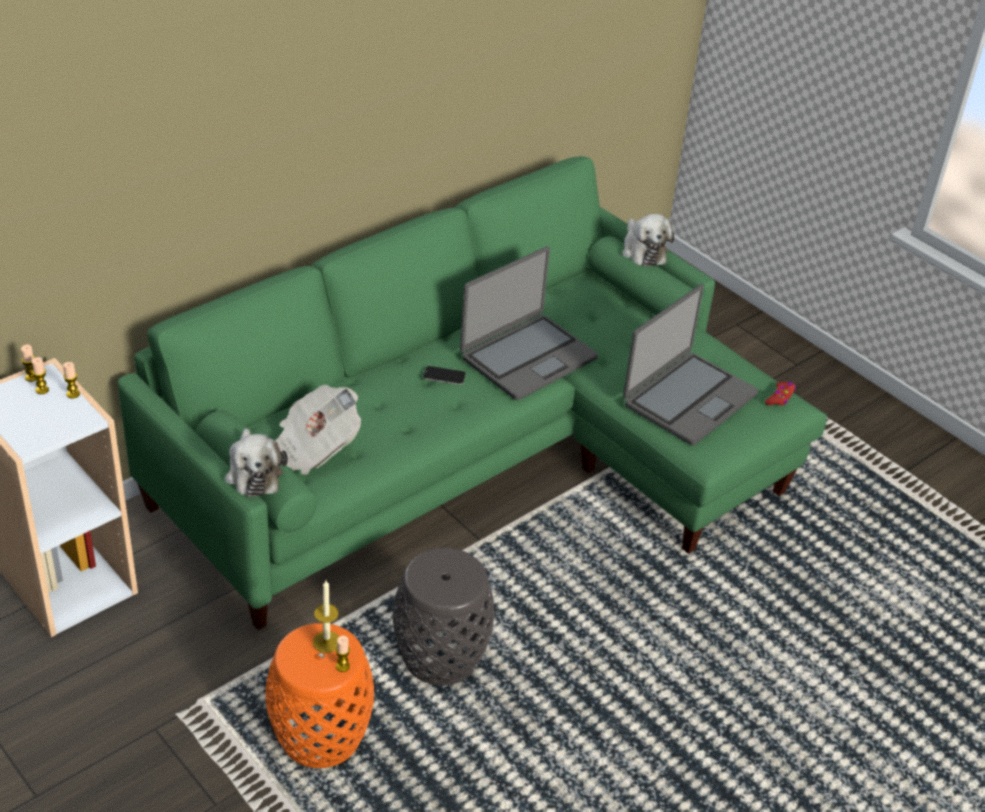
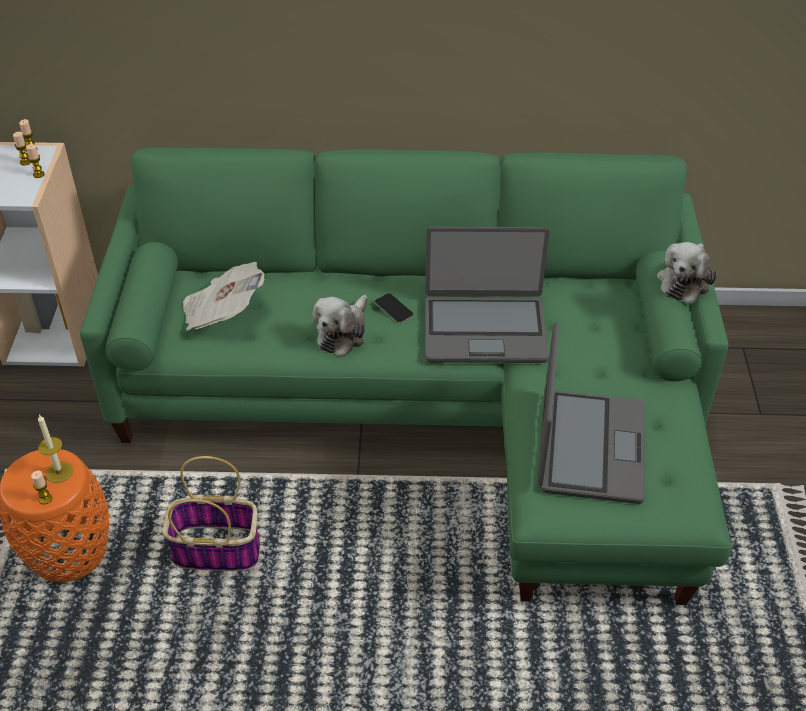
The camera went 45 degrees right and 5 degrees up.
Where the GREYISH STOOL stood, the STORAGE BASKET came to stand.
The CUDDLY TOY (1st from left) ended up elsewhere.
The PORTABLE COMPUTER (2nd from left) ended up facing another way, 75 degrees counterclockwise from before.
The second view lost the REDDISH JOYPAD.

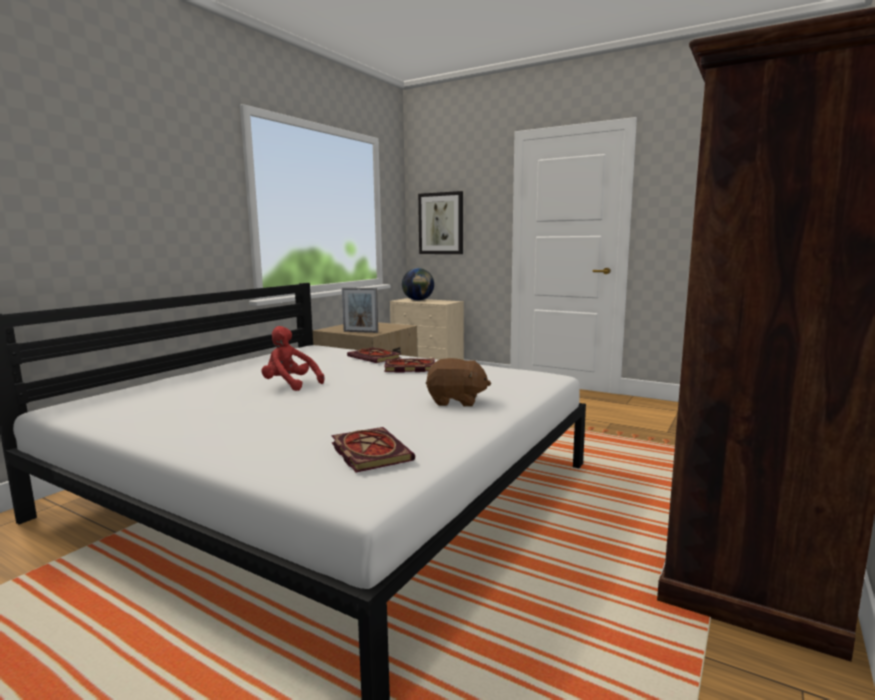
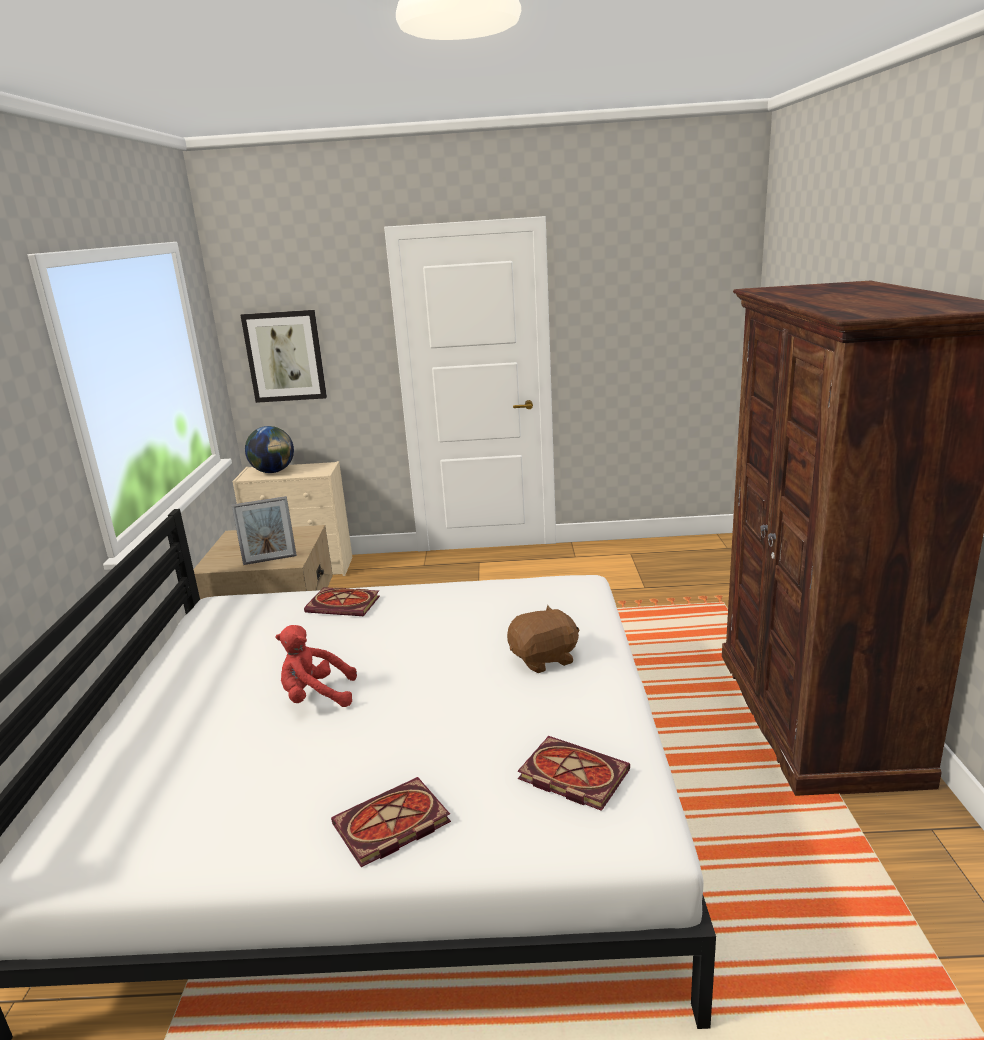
The camera went 30 degrees left and 10 degrees up.
The BOUND BOOK (3rd from left in the first image) ended up elsewhere.

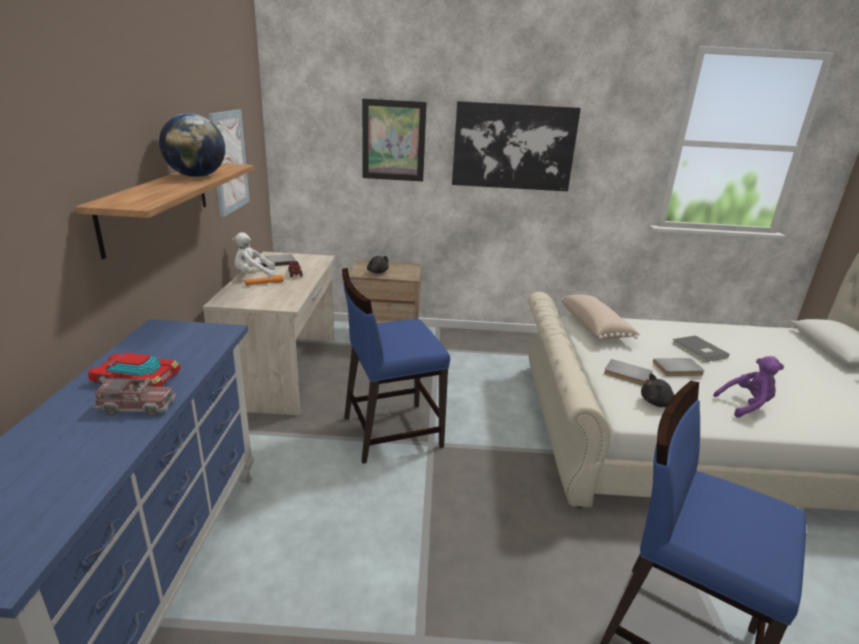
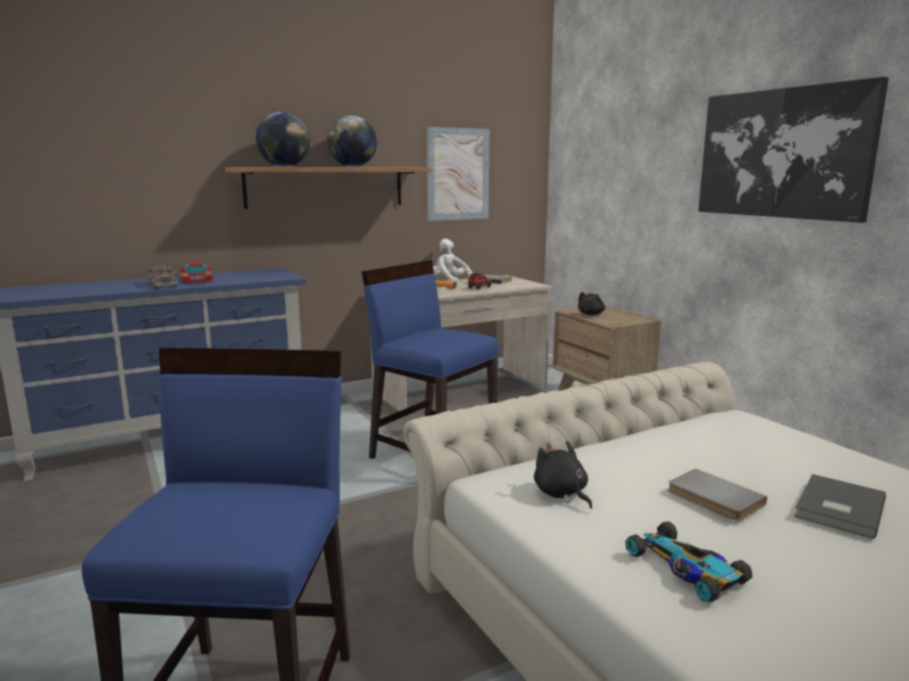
The camera went 60 degrees right and 10 degrees down.
The second view gained the GLOBE (1st from left).
Where the PURPLISH CUDDLY TOY stood, the MINIATURE CAR (2nd from left) came to stand.
The second view lost the WALL PICTURE (2nd from left).
The second view lost the BEIGE PILLOW.
The second view lost the GREYISH BOUND BOOK (2nd from left).

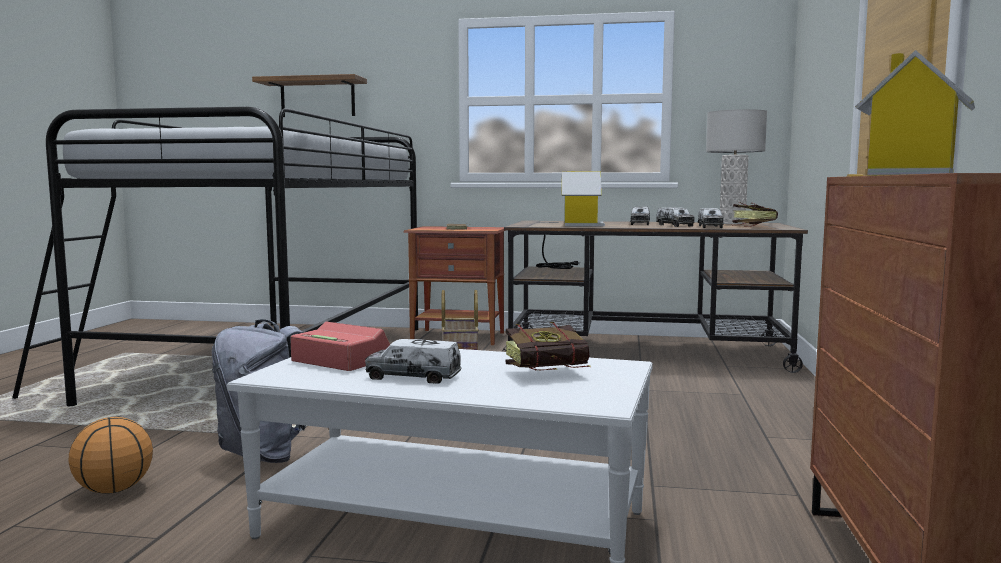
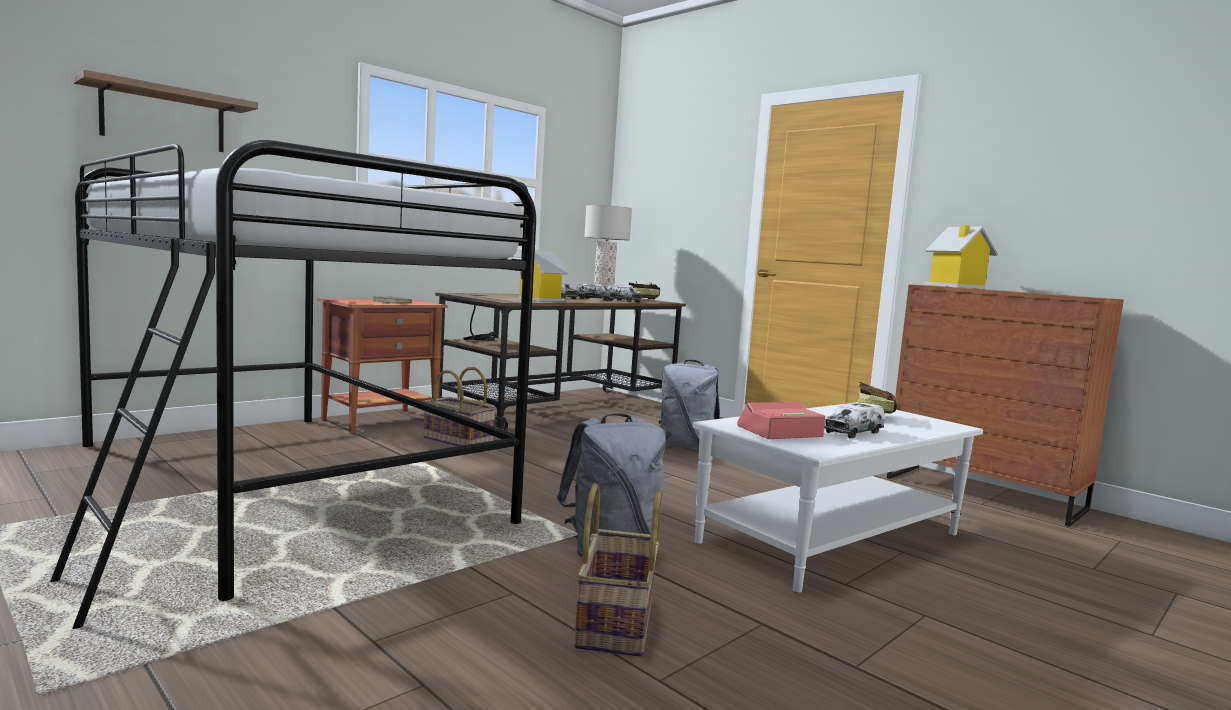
The camera went 55 degrees left and 0 degrees up.
Where the BASKETBALL BALL stood, the STORAGE BASKET (2nd from left) came to stand.
The second view gained the GREYISH BACKPACK (2nd from left).

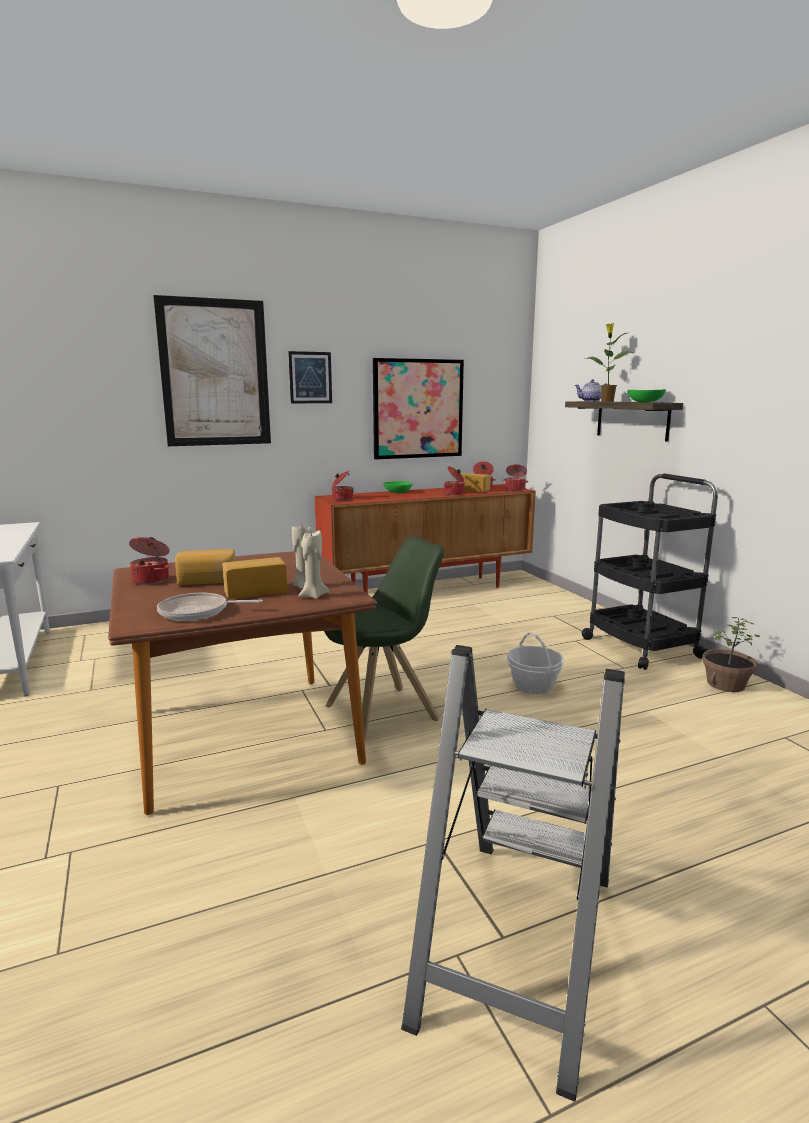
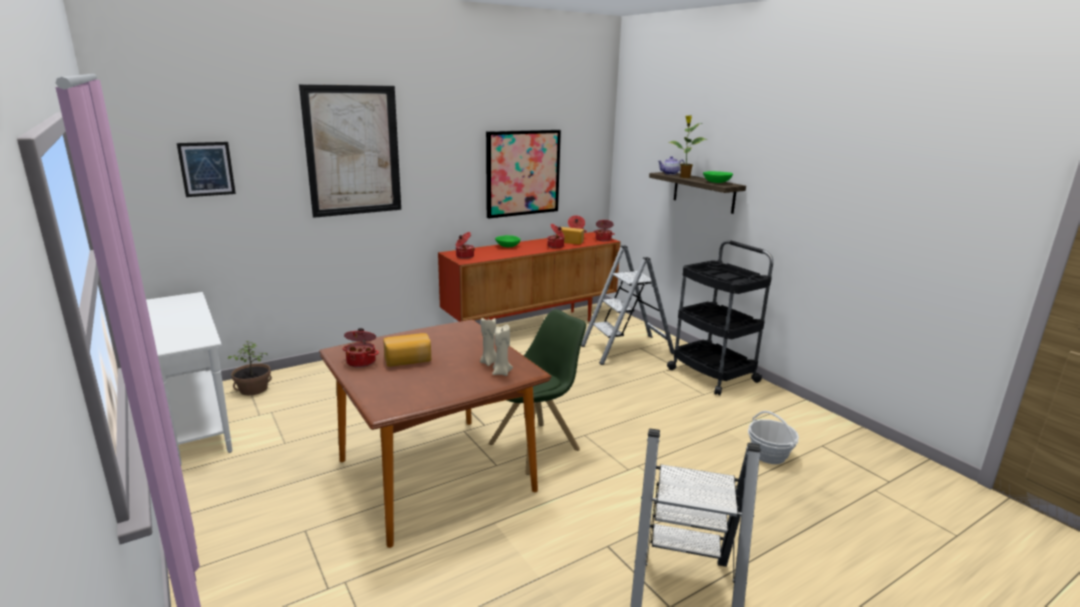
The camera went 10 degrees left and 5 degrees up.
The WALL PICTURE (2nd from left in the first image) ended up elsewhere.
The HOUSEPLANT (2nd from left in the first image) ended up elsewhere.
The second view gained the GREYISH STEPLADDER (1st from left).
The STORAGE BASKET ended up elsewhere.
The second view lost the SKILLET.
The second view lost the BREAD (2nd from left).

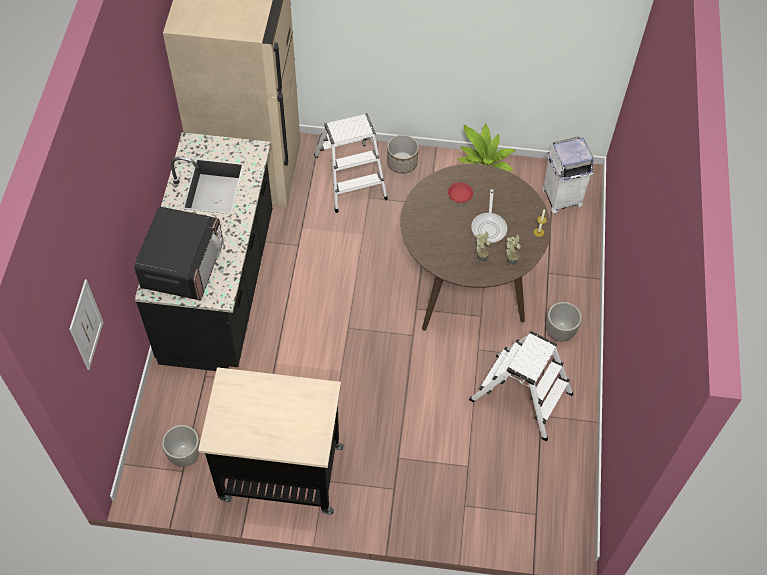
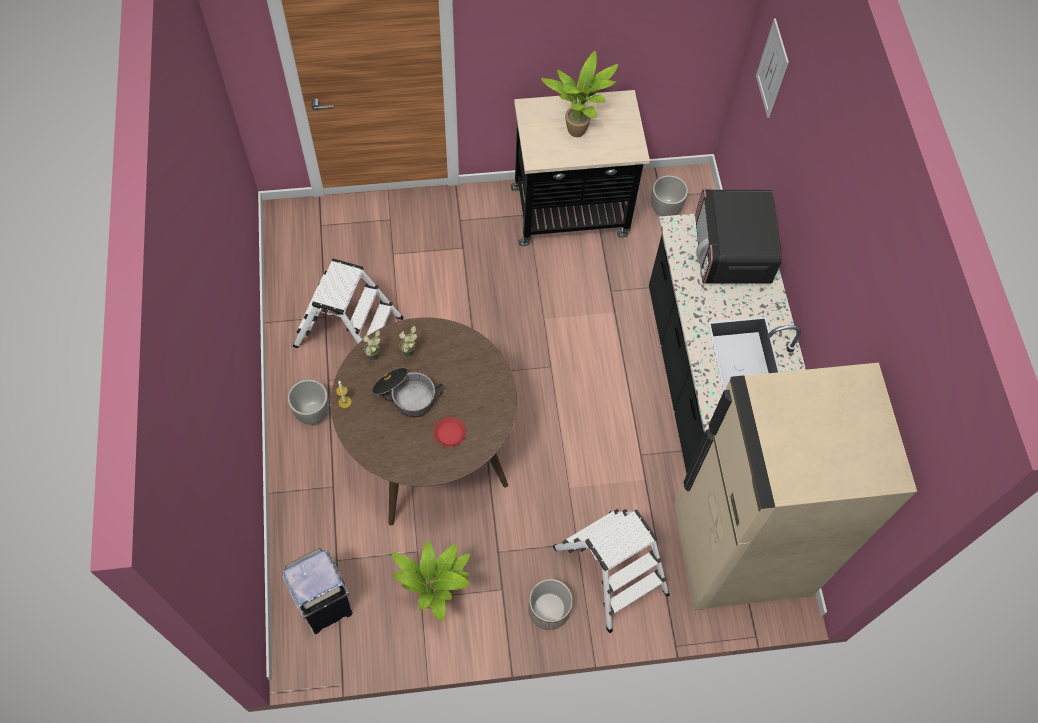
The camera went 165 degrees right and 5 degrees up.
Where the SKILLET stood, the COOKING POT came to stand.
The second view gained the HOUSEPLANT (4th from left).

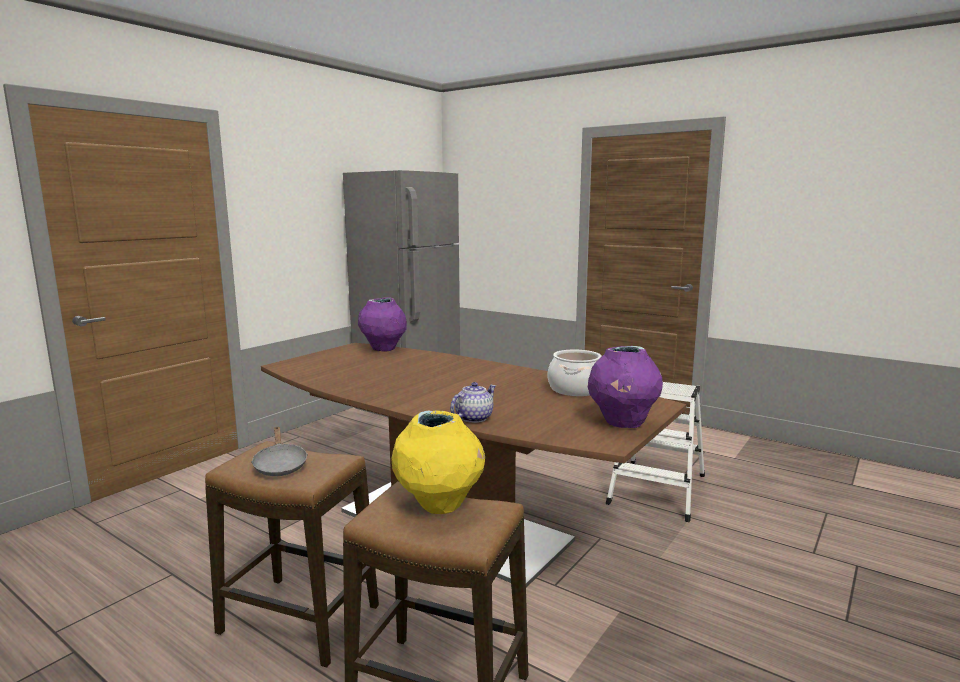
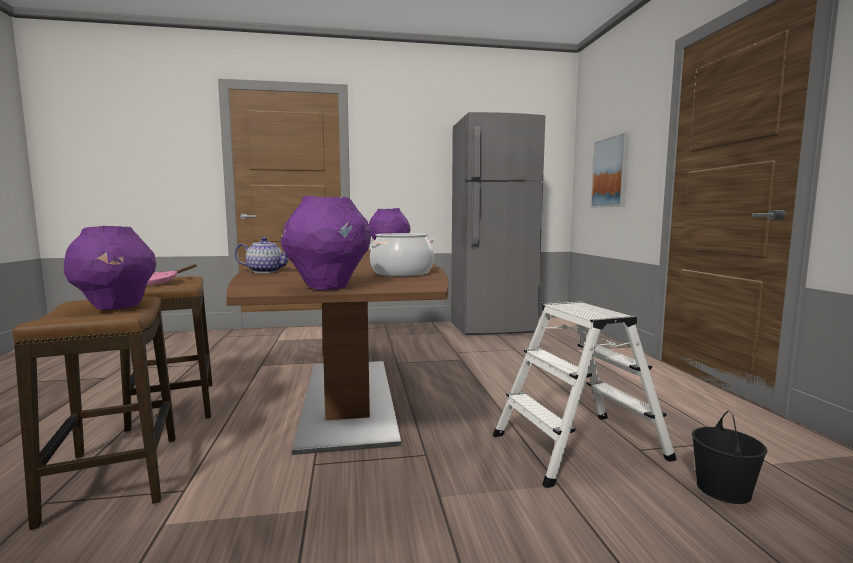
The camera went 45 degrees right and 5 degrees down.
What was the YELLOW-COLOURED FLOWER VASE turned into the PURPLISH FLOWER VASE (1st from left).
What was the GREYISH SKILLET turned into the PINKISH SKILLET.
The second view gained the WALL PICTURE.
The second view gained the BLACK-COLOURED PAIL.

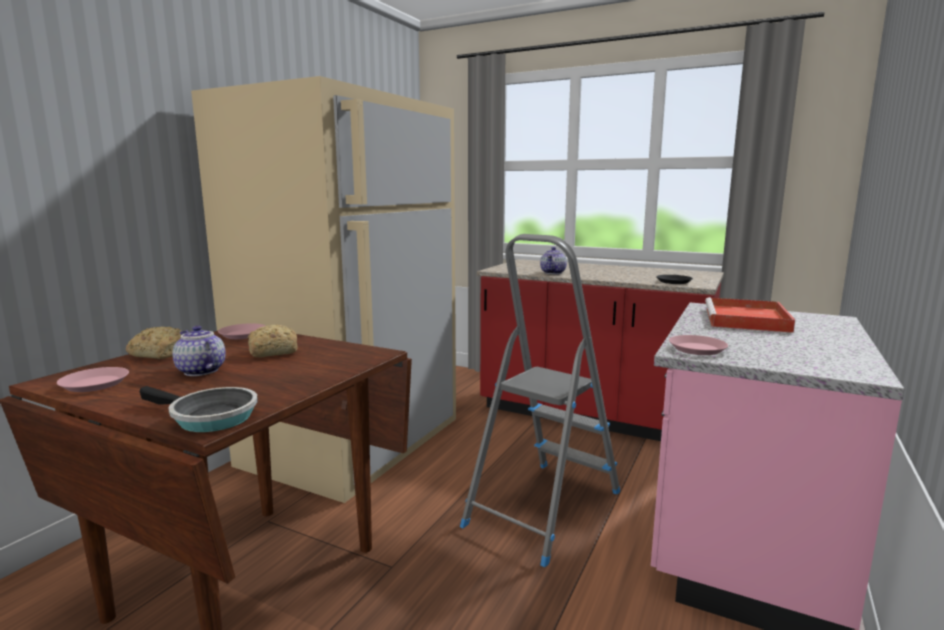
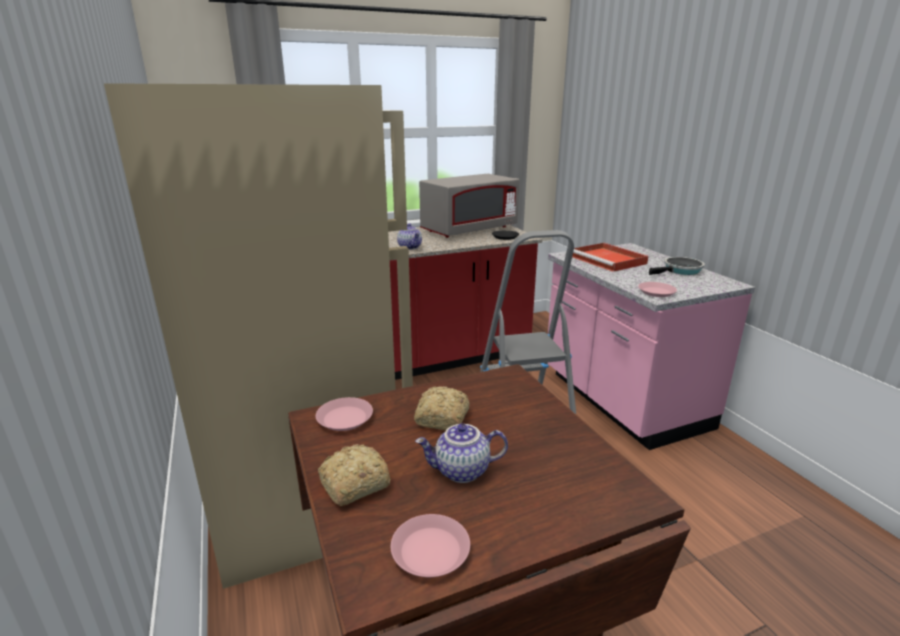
The camera went 50 degrees left and 10 degrees up.
The second view gained the GREYISH KITCHEN MICROWAVE.
The SKILLET ended up elsewhere.

